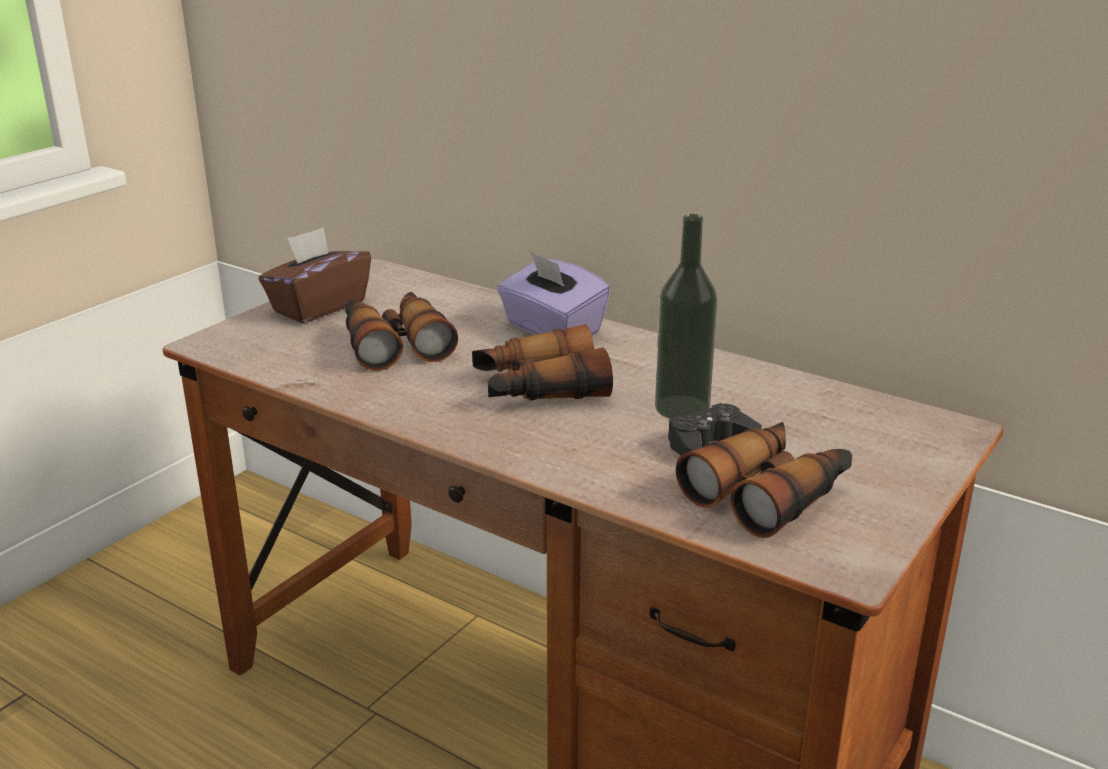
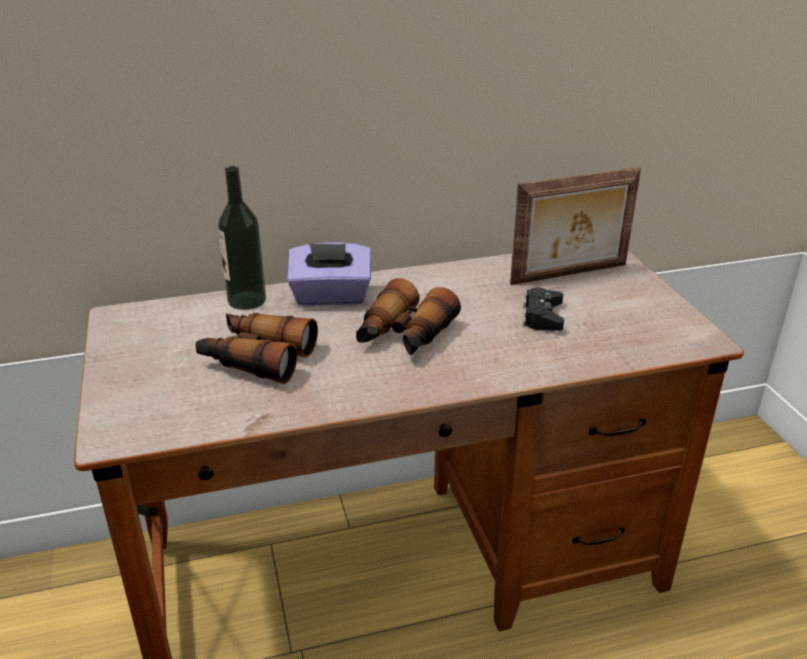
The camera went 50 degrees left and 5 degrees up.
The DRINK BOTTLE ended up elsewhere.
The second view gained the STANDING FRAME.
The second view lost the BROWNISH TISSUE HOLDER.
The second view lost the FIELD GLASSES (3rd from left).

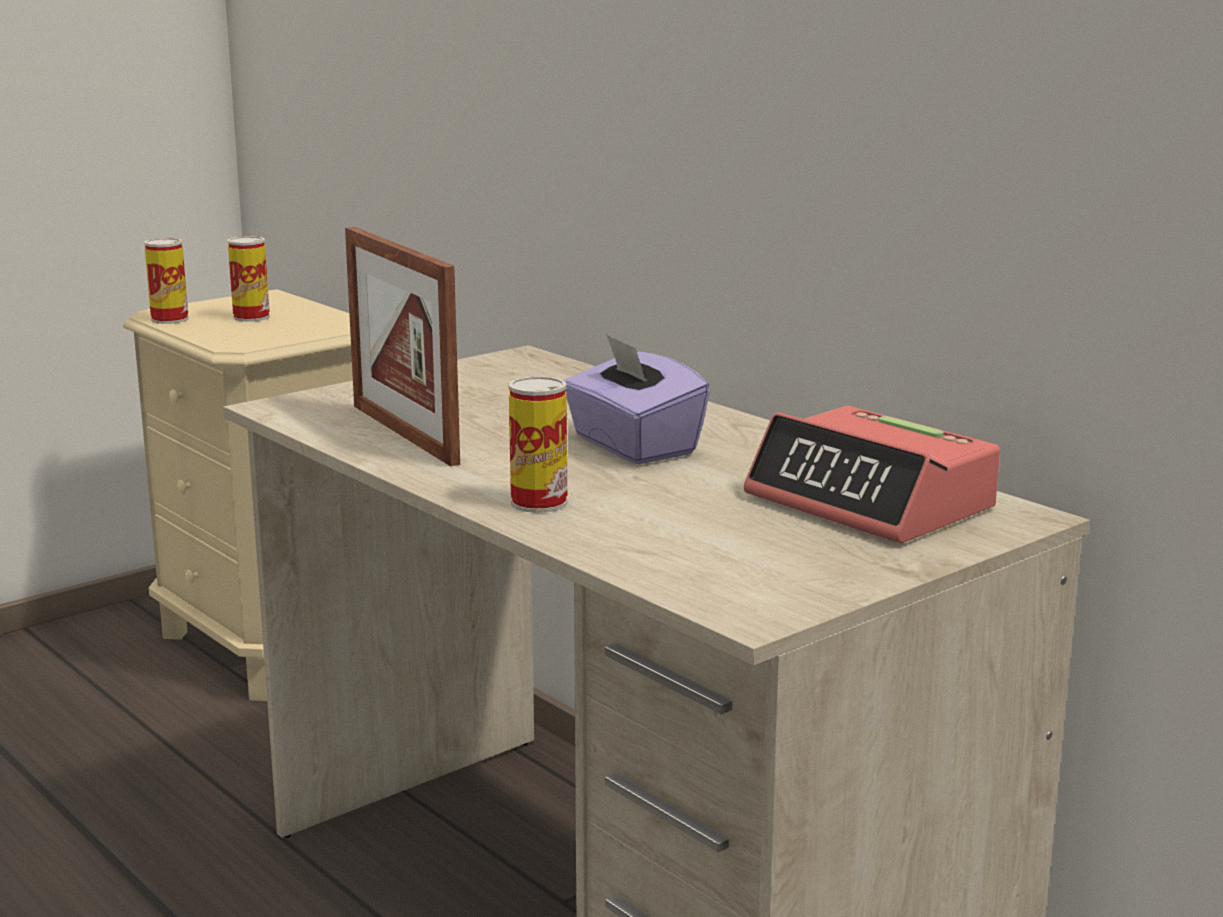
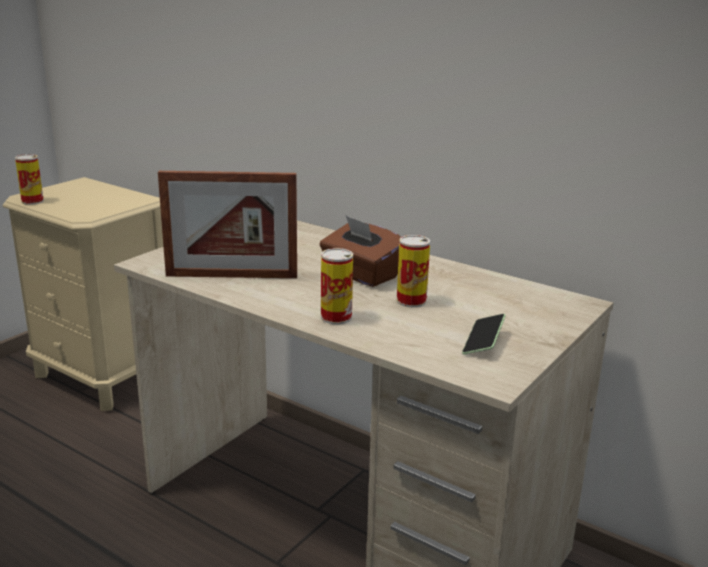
The camera went 15 degrees left and 5 degrees up.
The STANDING FRAME ended up facing another way, 45 degrees counterclockwise from before.
What was the PURPLISH TISSUE HOLDER turned into the BROWNISH TISSUE HOLDER.
The CAN (2nd from left in the first image) ended up elsewhere.
The second view gained the HANDSET.
The second view lost the BEDSIDE CLOCK.

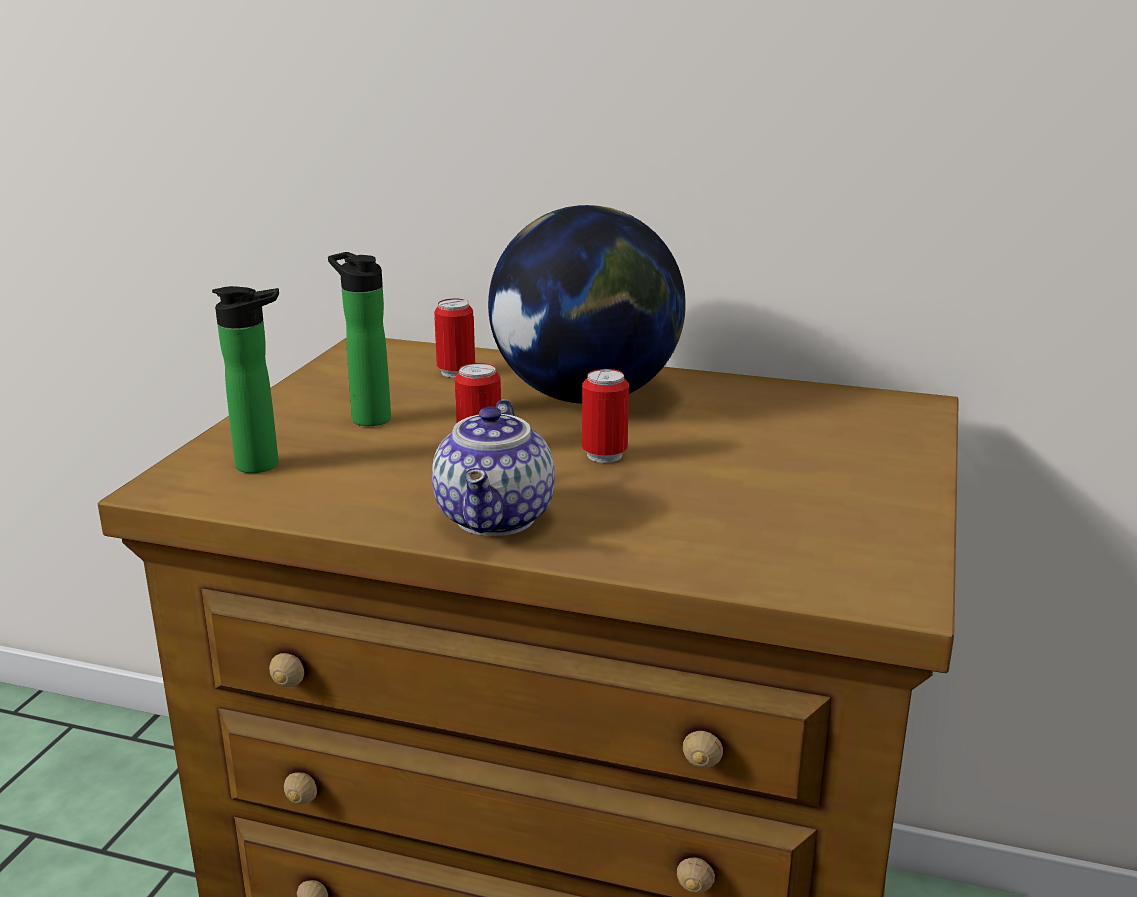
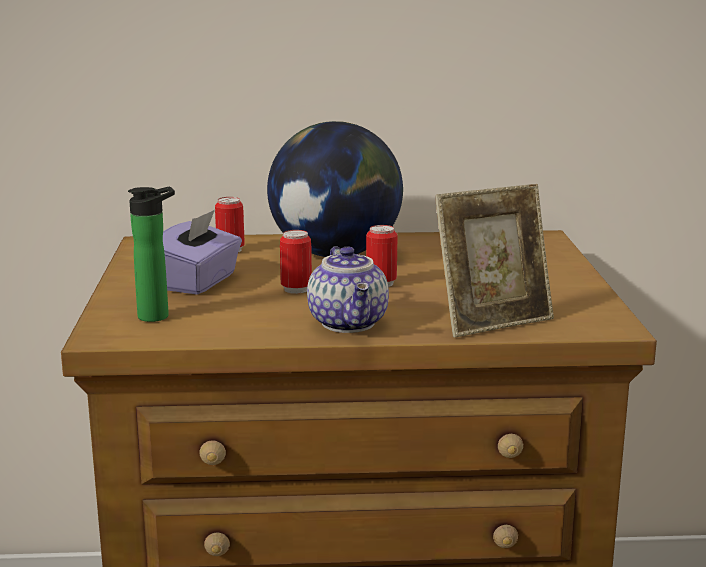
The camera went 20 degrees left and 5 degrees down.
Where the DRINK BOTTLE (2nd from left) stood, the PURPLISH TISSUE HOLDER came to stand.
The second view gained the STANDING FRAME.

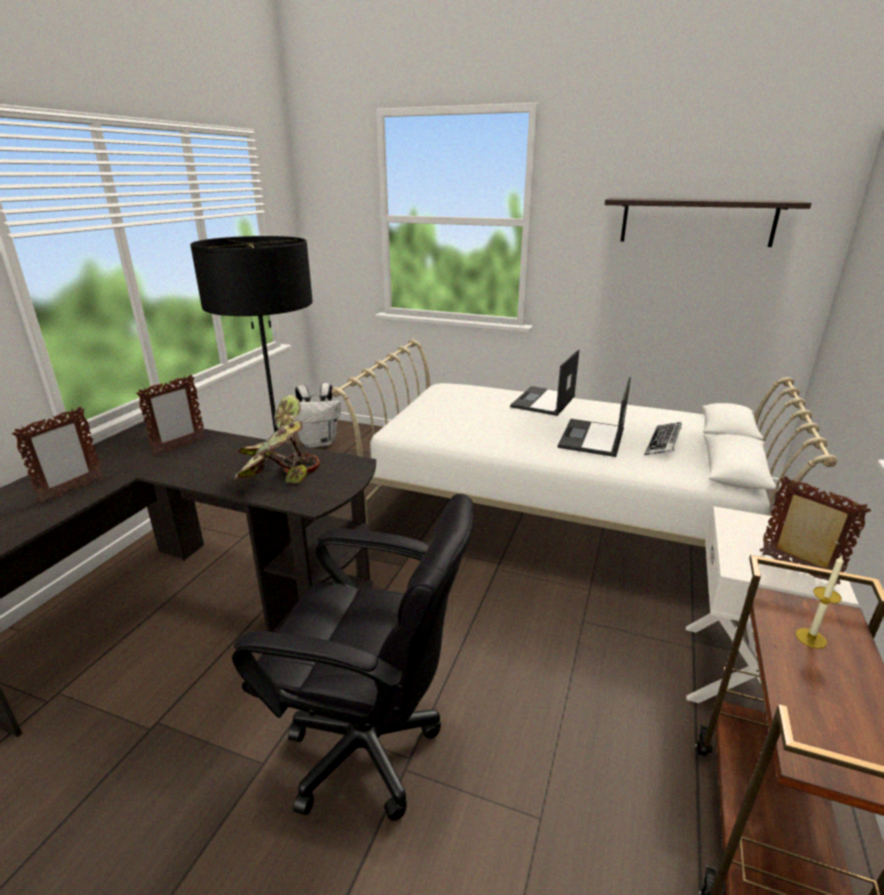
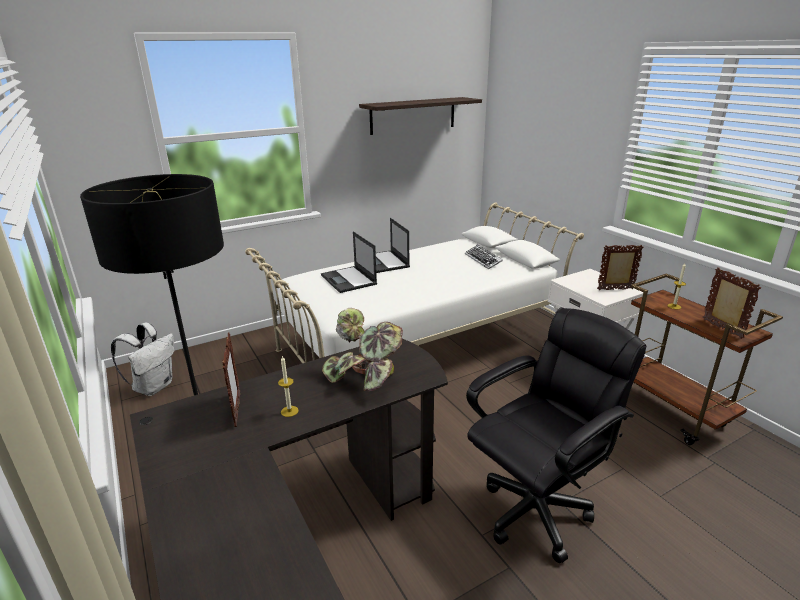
The camera went 50 degrees left and 0 degrees up.
The second view gained the CANDLE (1st from left).
The PORTABLE COMPUTER (2nd from left in the first image) ended up elsewhere.
The STANDING FRAME (1st from left in the first image) ended up elsewhere.

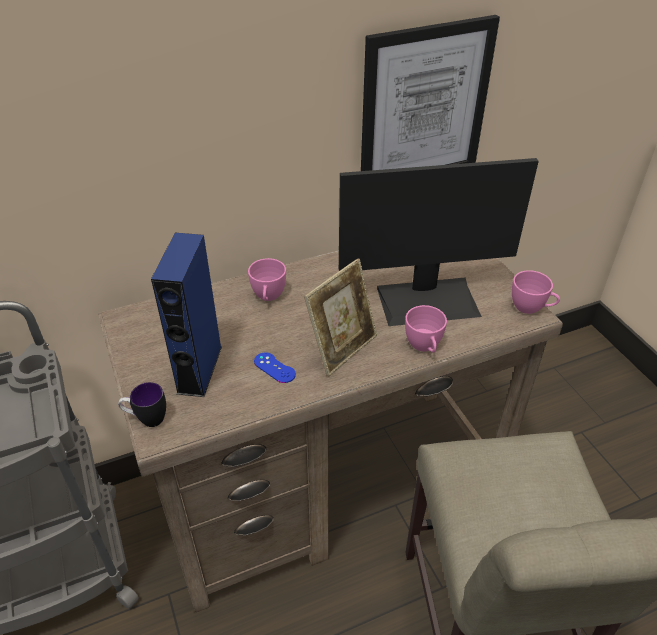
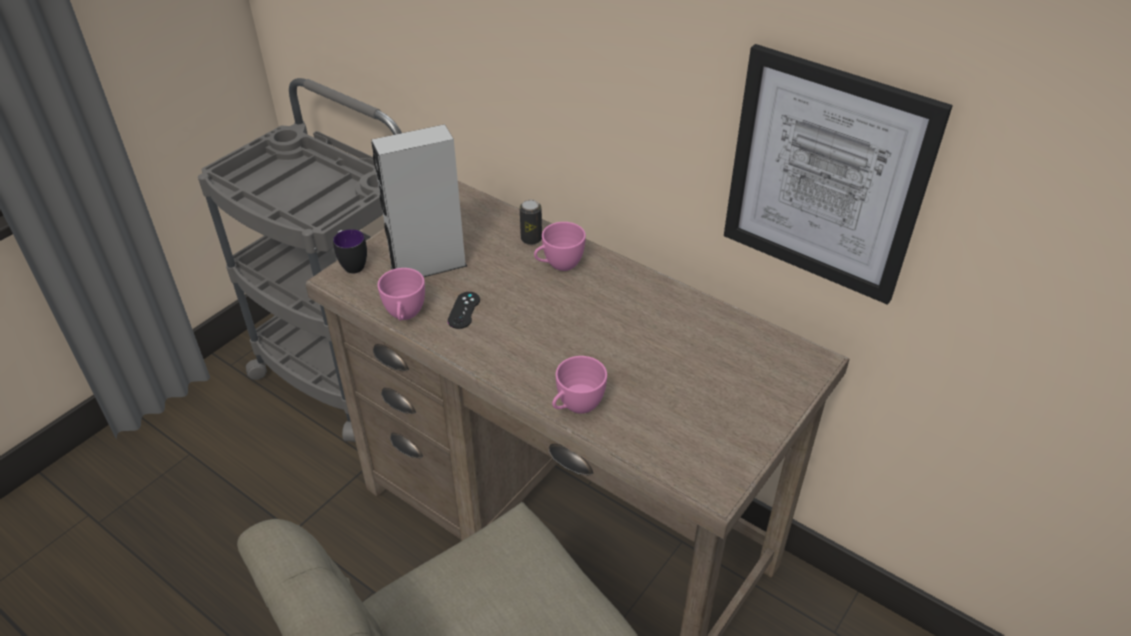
The camera went 60 degrees right and 0 degrees up.
What was the BLUE LOUDSPEAKER turned into the GREYISH LOUDSPEAKER.
The PINKISH SMALL CUP (3rd from left in the first image) ended up elsewhere.
What was the BLUE JOYPAD turned into the BLACK-COLOURED JOYPAD.
The second view gained the CAN.
The second view lost the STANDING FRAME.
The second view lost the COMPUTER SCREEN.

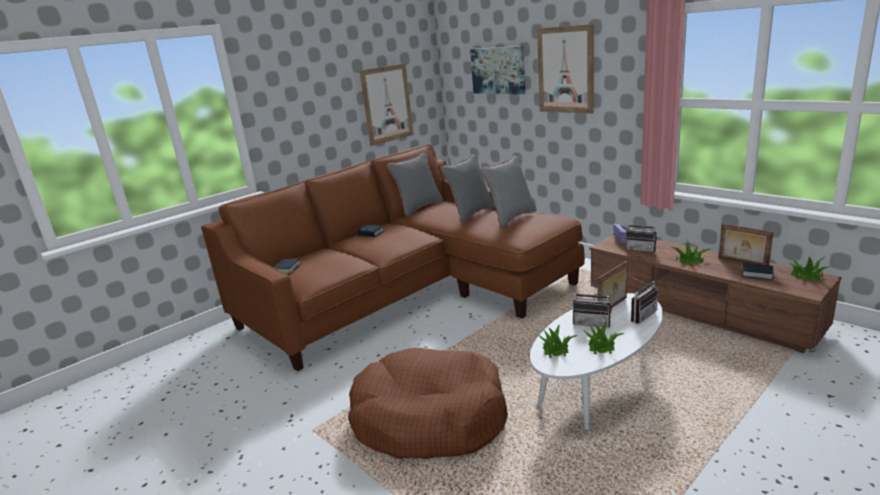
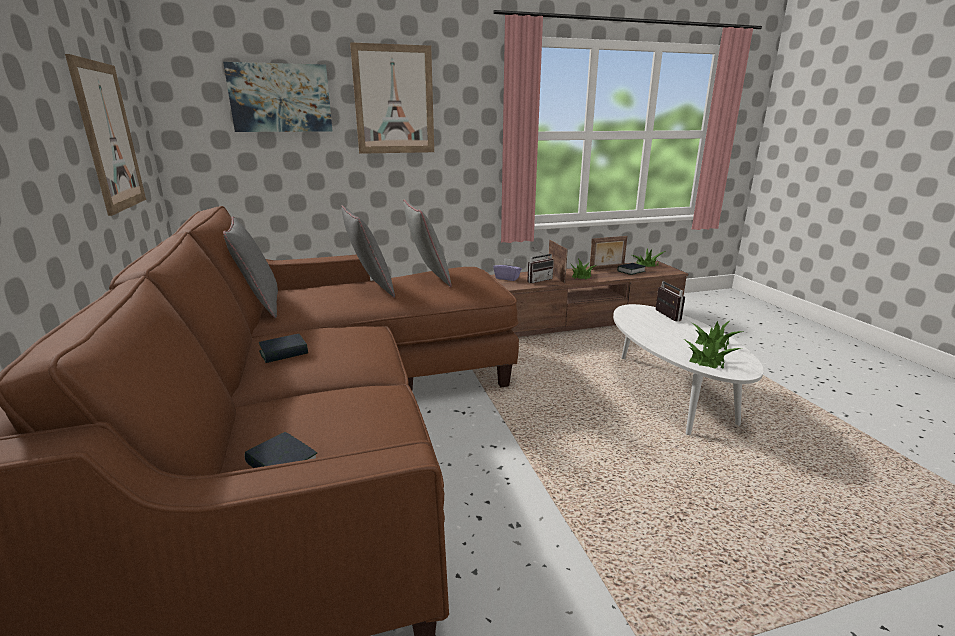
The camera went 65 degrees left and 0 degrees up.
The STANDING FRAME (1st from left) ended up elsewhere.
The second view lost the BROWNISH DOG BED.
The second view lost the RADIO (1st from left).

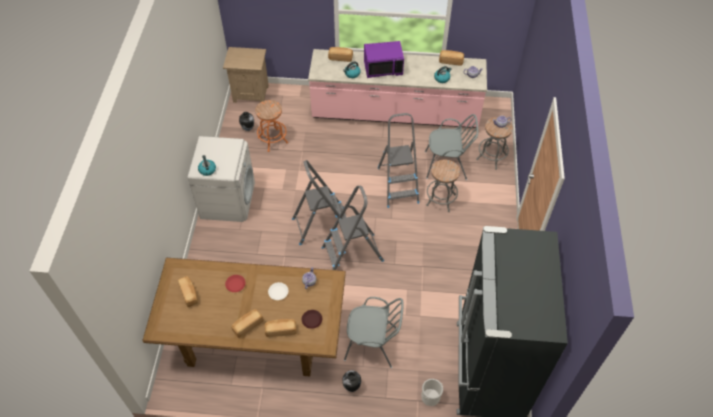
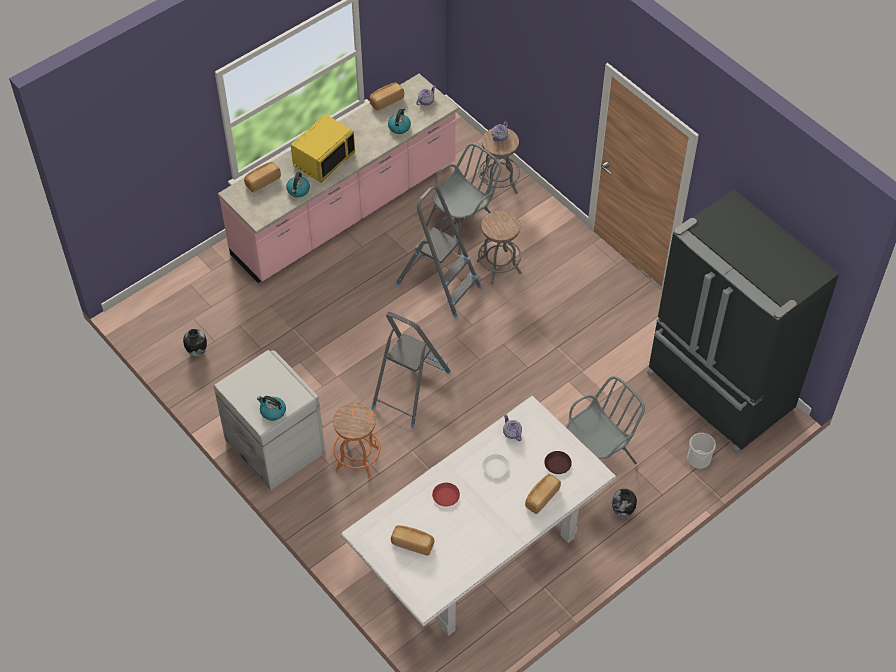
The camera went 45 degrees left and 0 degrees up.
What was the PURPLISH KITCHEN MICROWAVE turned into the YELLOW-COLOURED KITCHEN MICROWAVE.
The ORANGE-COLOURED STOOL ended up elsewhere.
What was the BROWNISH KITCHEN TABLE turned into the WHITE-COLOURED KITCHEN TABLE.
The second view lost the BEIGE NIGHT TABLE.
The second view lost the BREAD (2nd from left).
The second view lost the GREYISH STEPLADDER (2nd from left).

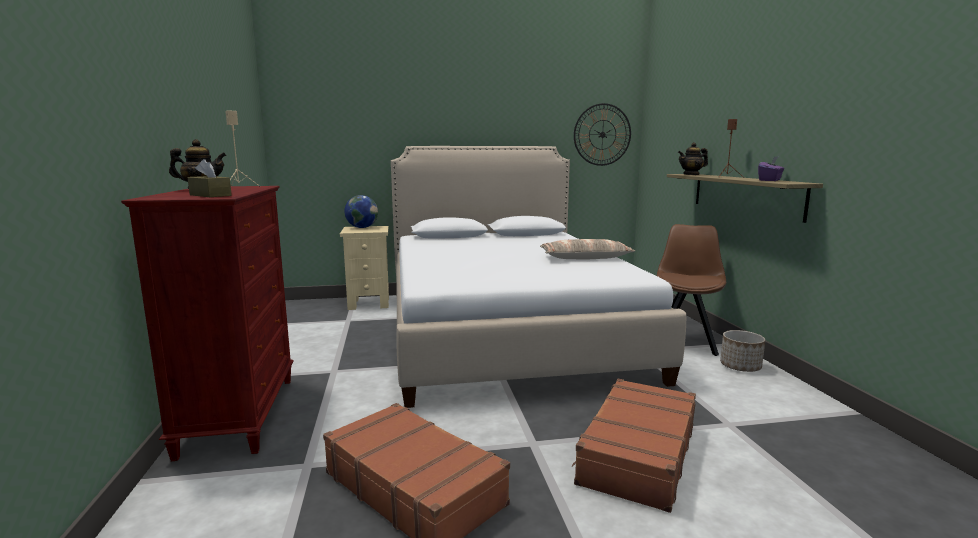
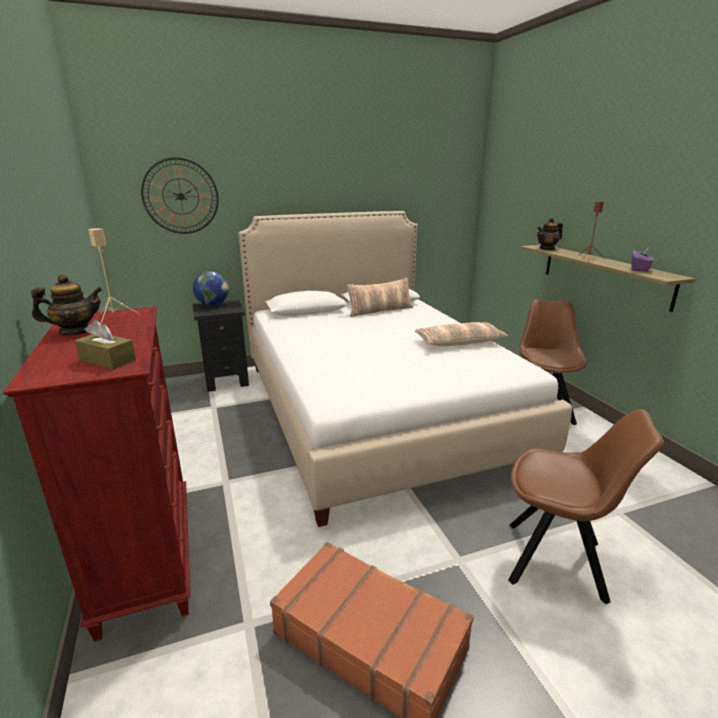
The camera went 10 degrees left and 10 degrees up.
The WALL CLOCK ended up elsewhere.
What was the BEIGE NIGHT TABLE turned into the BLACK-COLOURED NIGHT TABLE.
The second view gained the PILLOW (1st from left).
Where the BROWNISH SUITCASE (2nd from left) stood, the BROWNISH CHAIR (2nd from left) came to stand.
The second view lost the PLANT POT.

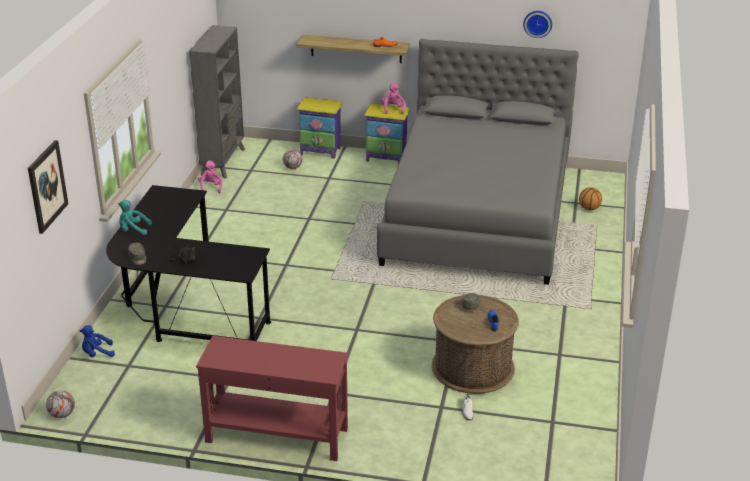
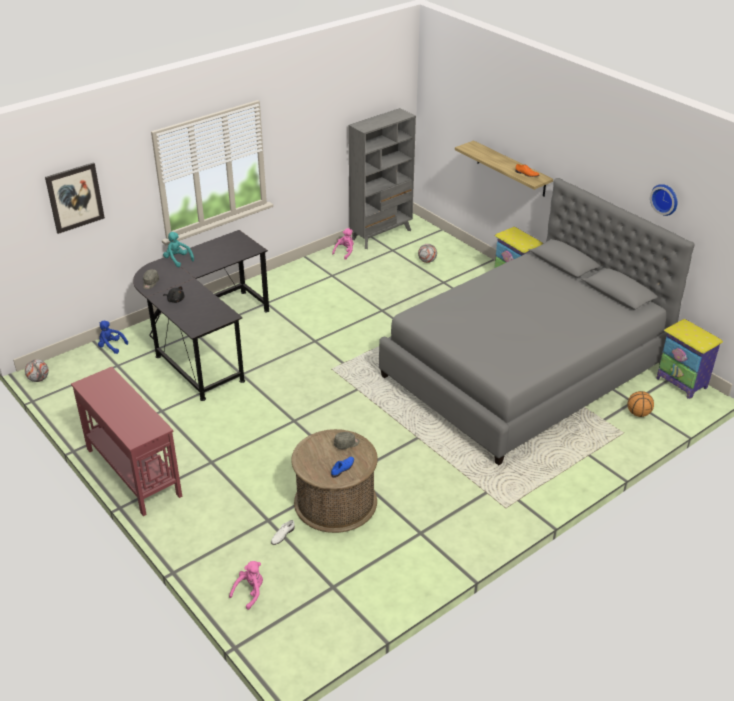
The camera went 40 degrees right and 5 degrees up.
The PINKISH CUDDLY TOY (2nd from left in the first image) ended up elsewhere.
The NIGHT TABLE (1st from left in the first image) ended up elsewhere.

